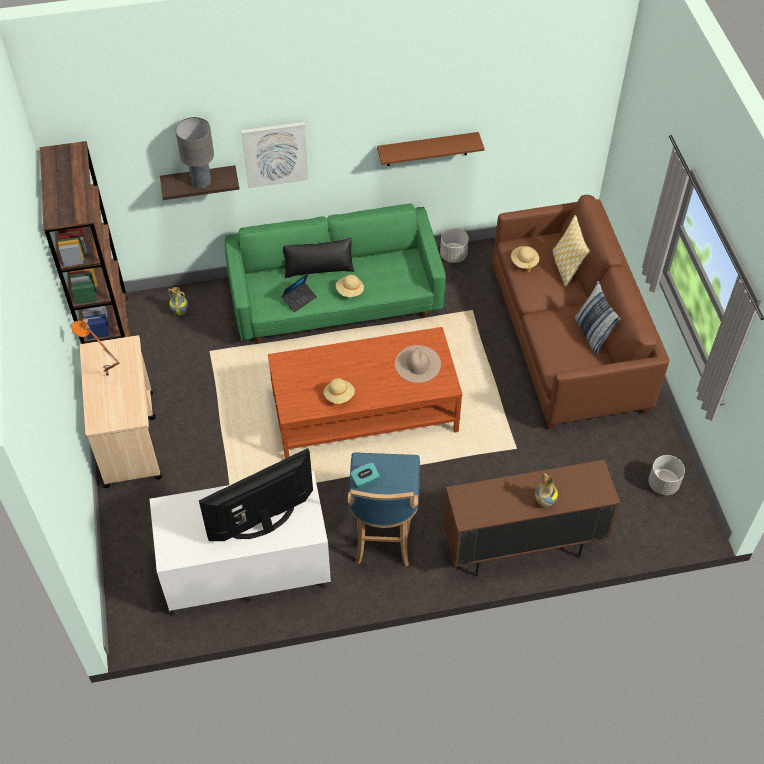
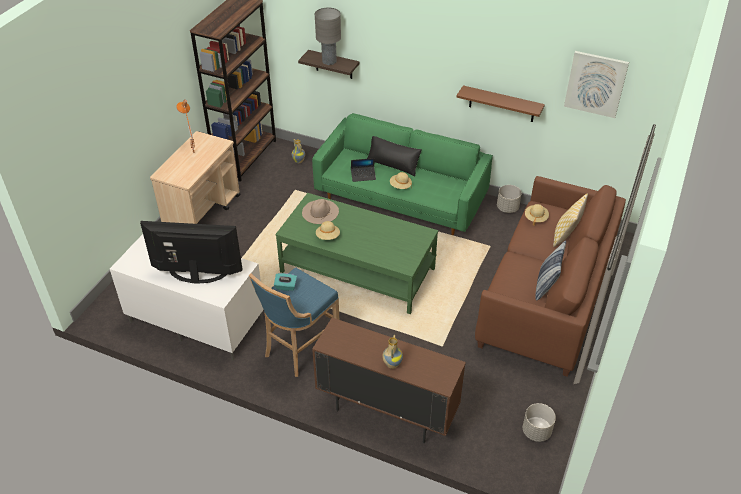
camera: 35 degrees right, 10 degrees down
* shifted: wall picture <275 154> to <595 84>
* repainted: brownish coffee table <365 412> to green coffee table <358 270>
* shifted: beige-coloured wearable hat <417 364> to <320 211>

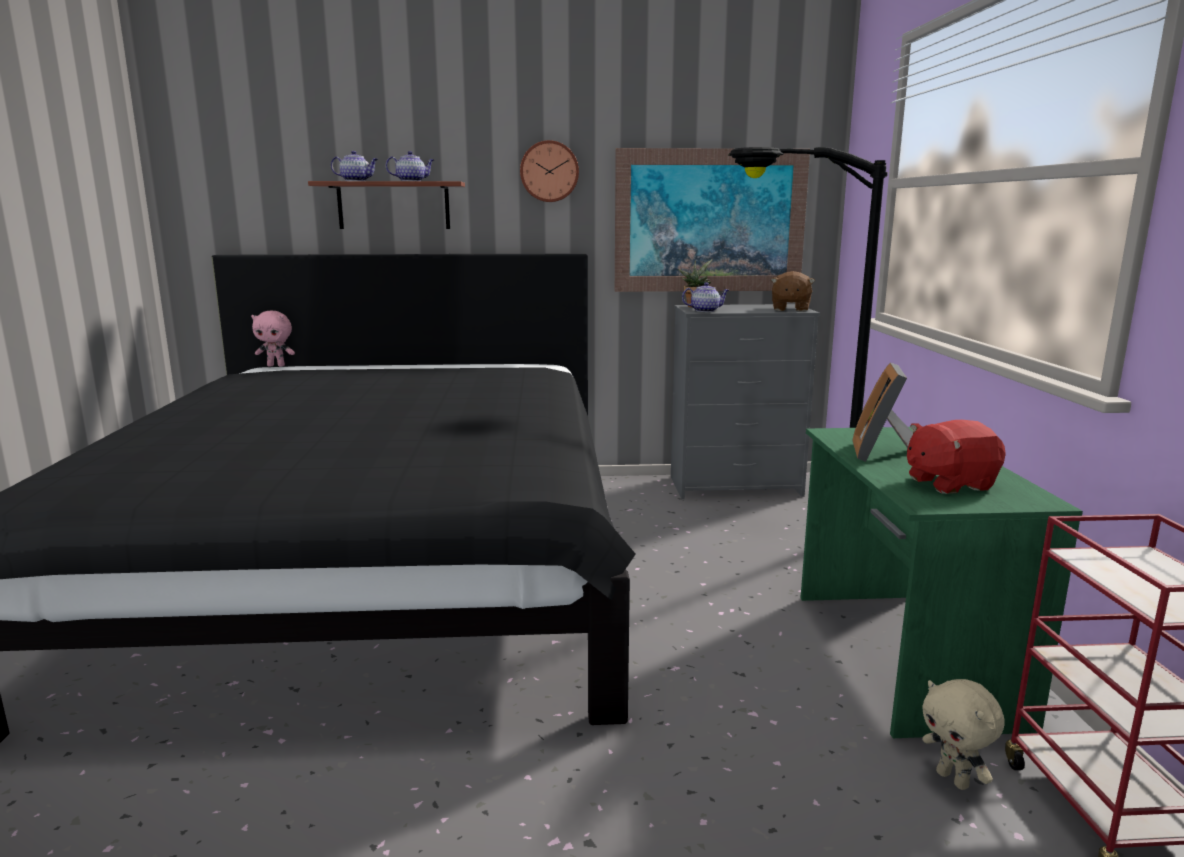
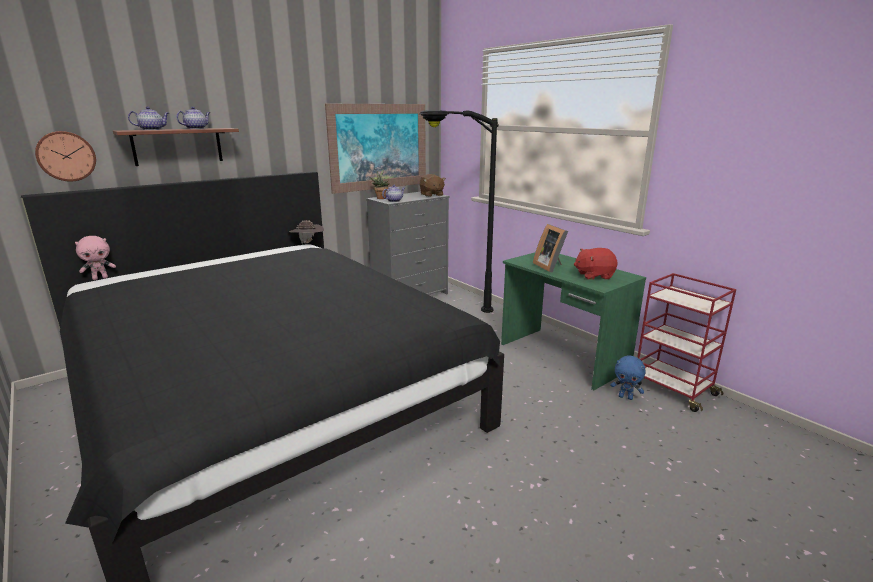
camera: 35 degrees left, 5 degrees up
* shifted: clock on the wall <549 171> to <66 156>
* rotated: red-coloured soft toy <948 483> = <594 275> 45 degrees clockwise
* repainted: beige-coloured soft toy <954 779> to blue-coloured soft toy <625 397>
* new: brownish wearable hat <308 243>

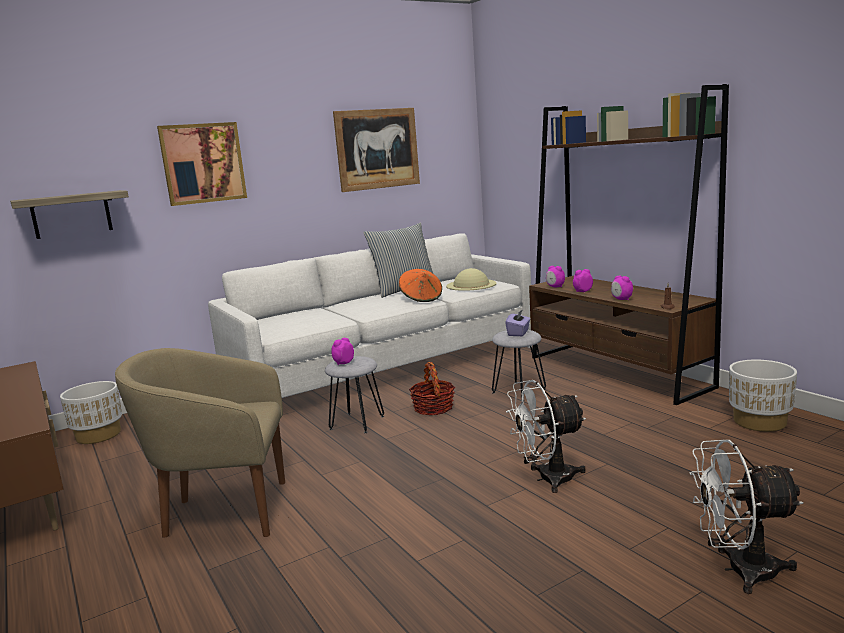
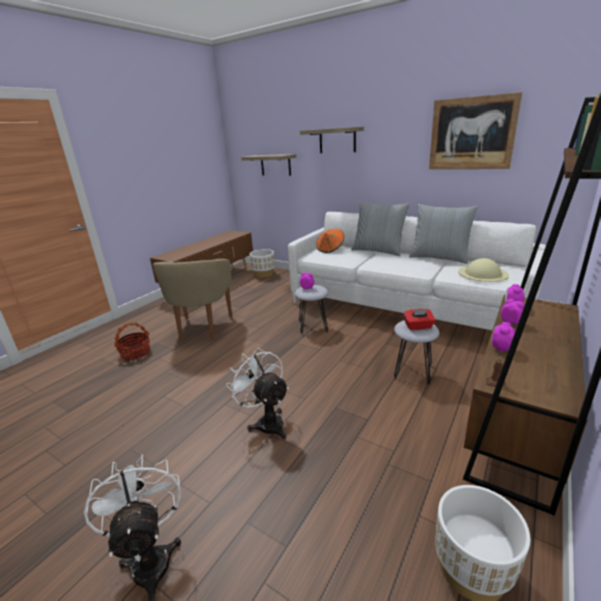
camera: 65 degrees right, 10 degrees up
* rotated: beige-coloured armchair <223 512> = <202 328> 150 degrees counterclockwise
* swapped: wall picture <203 163> to shelf <337 140>
* shifted: orange wearable hat <421 299> to <330 249>
* shifted: storage basket <433 408> to <135 353>
* repainted: purplish tissue box <518 333> to red-coloured tissue box <418 327>
* new: throw pillow <378 251>

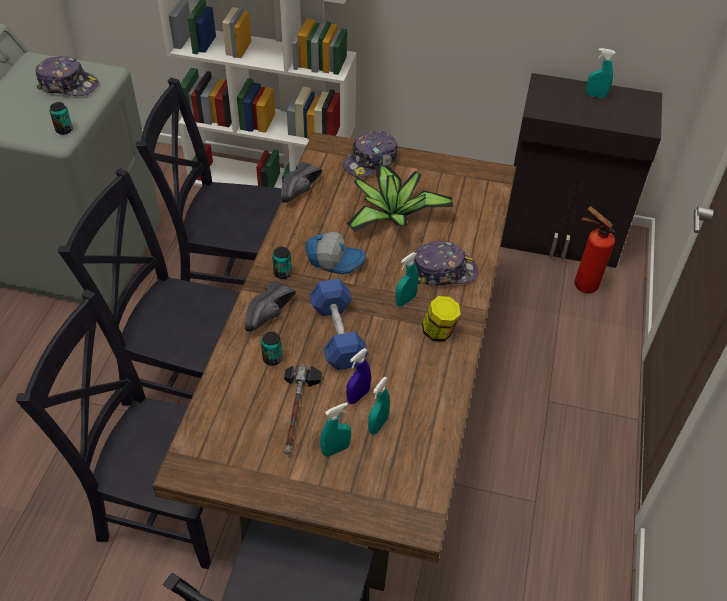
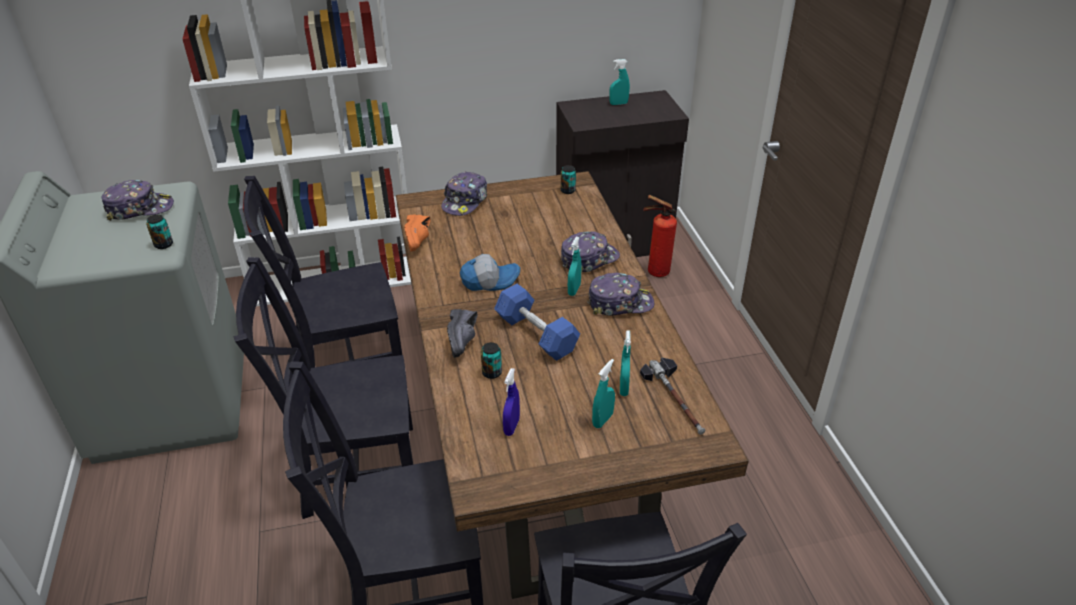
camera: 25 degrees left, 10 degrees down
* shifted: metal can <282 273> to <568 190>
* repainted: blackish shoe <302 191> to orange shoe <420 240>
* shifted: tool hammer <297 411> to <676 399>
* gone: potted plant <393 215>
* shifted: blue-coloured spray bottle <358 396> to <511 427>
* swapped: preserve jar <439 332> to peaked cap <620 303>

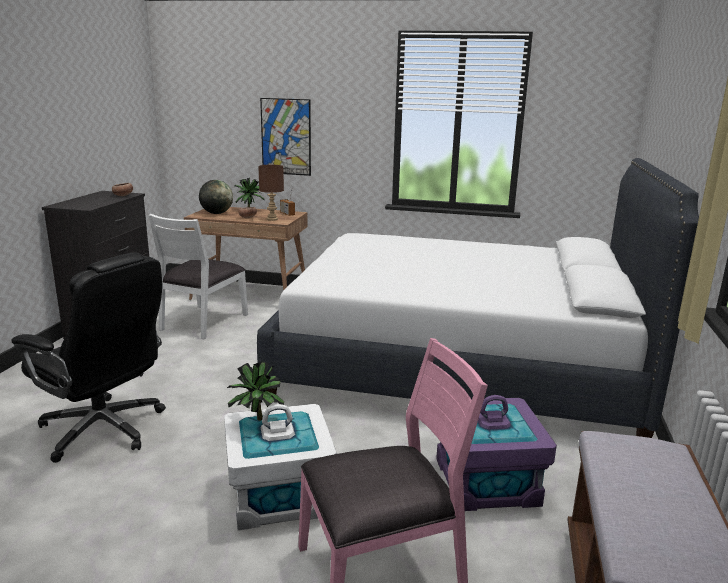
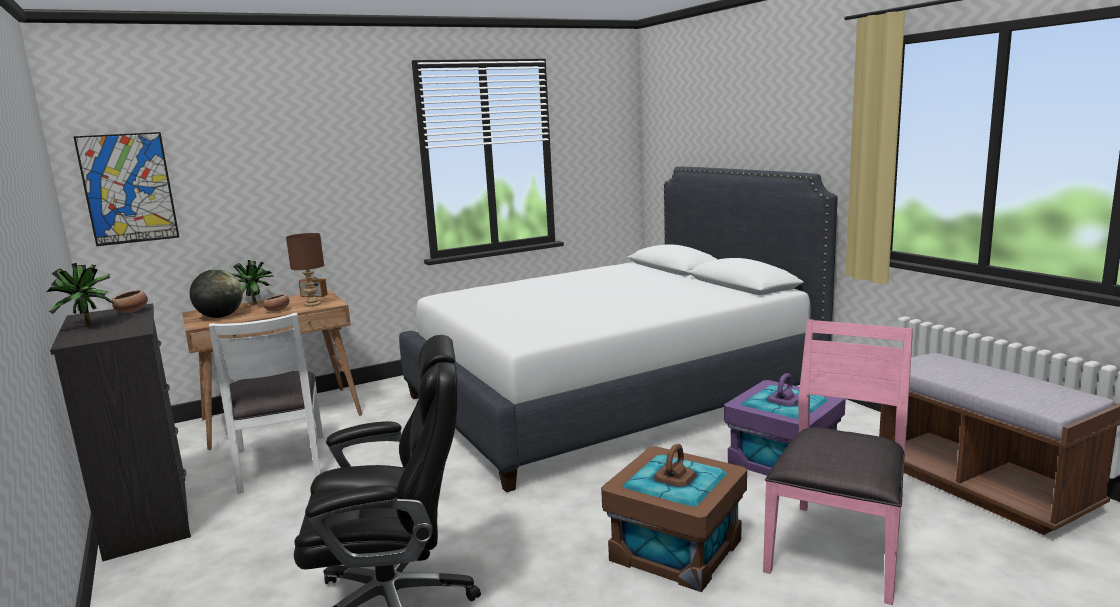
camera: 40 degrees left, 5 degrees down
* repainted: white-coloured storage bin <279 494> to brownish storage bin <676 550>
* shifted: potted plant <257 421> to <88 326>
* shifted: wall picture <286 137> to <128 188>

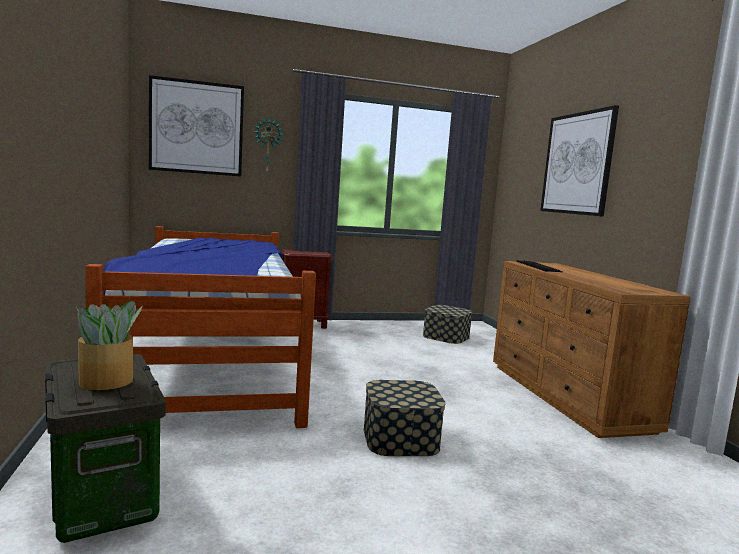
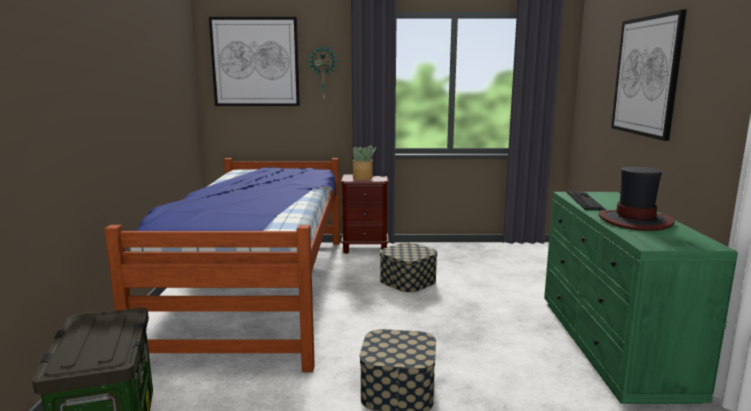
camera: 15 degrees right, 5 degrees up
* shifted: potted plant <107 381> to <363 178>
* shifted: storage bin <446 336> to <408 281>
* repainted: brownish chest of drawers <567 396> to green chest of drawers <612 346>
* new: wearable hat <635 221>

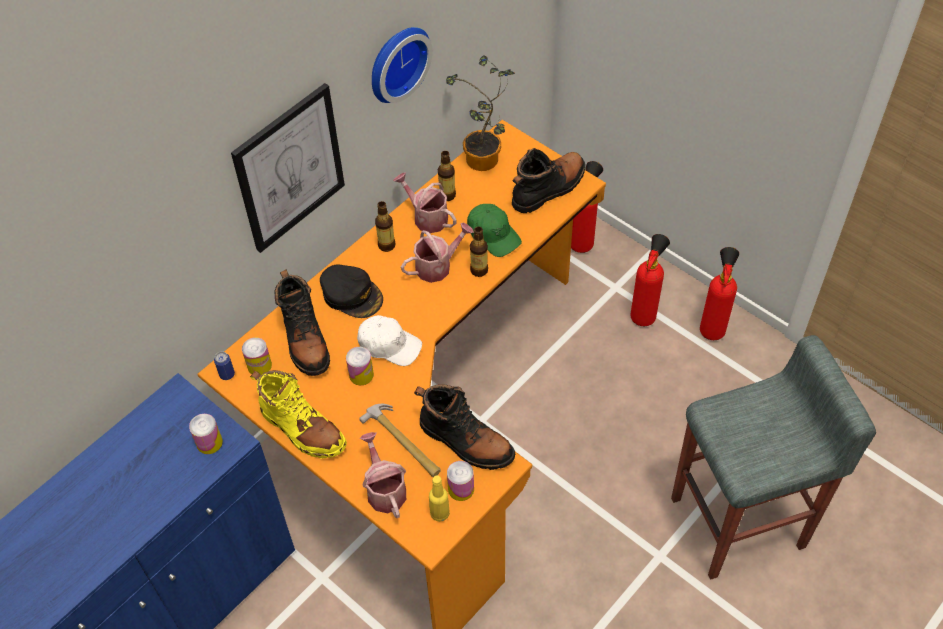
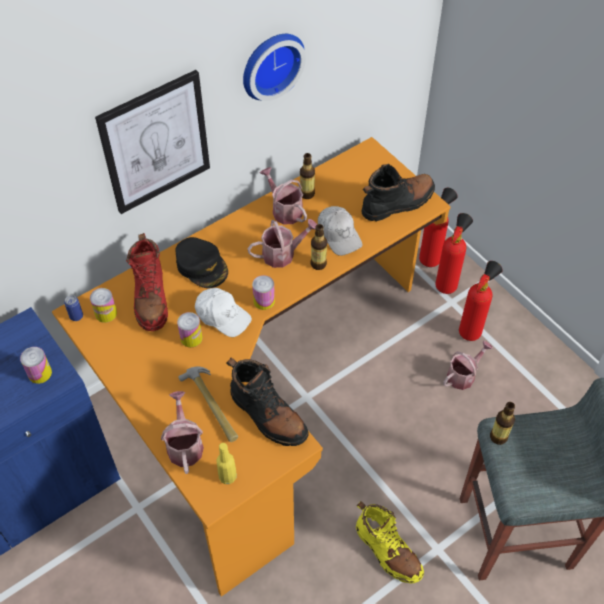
camera: 10 degrees right, 0 degrees up
* shifted: yellow tall boot <302 429> to <387 551>
* repainted: blackish tall boot <305 340> to red-coloured tall boot <151 298>
* shifted: beverage bottle <386 245> to <498 437>
* gone: potted plant <483 163>
* shifted: metal can <461 489> to <264 301>
* repainted: green peaked cap <493 234> to white-coloured peaked cap <339 235>
* shifted: extinguisher <712 327> to <447 283>
* new: watering pot <463 375>

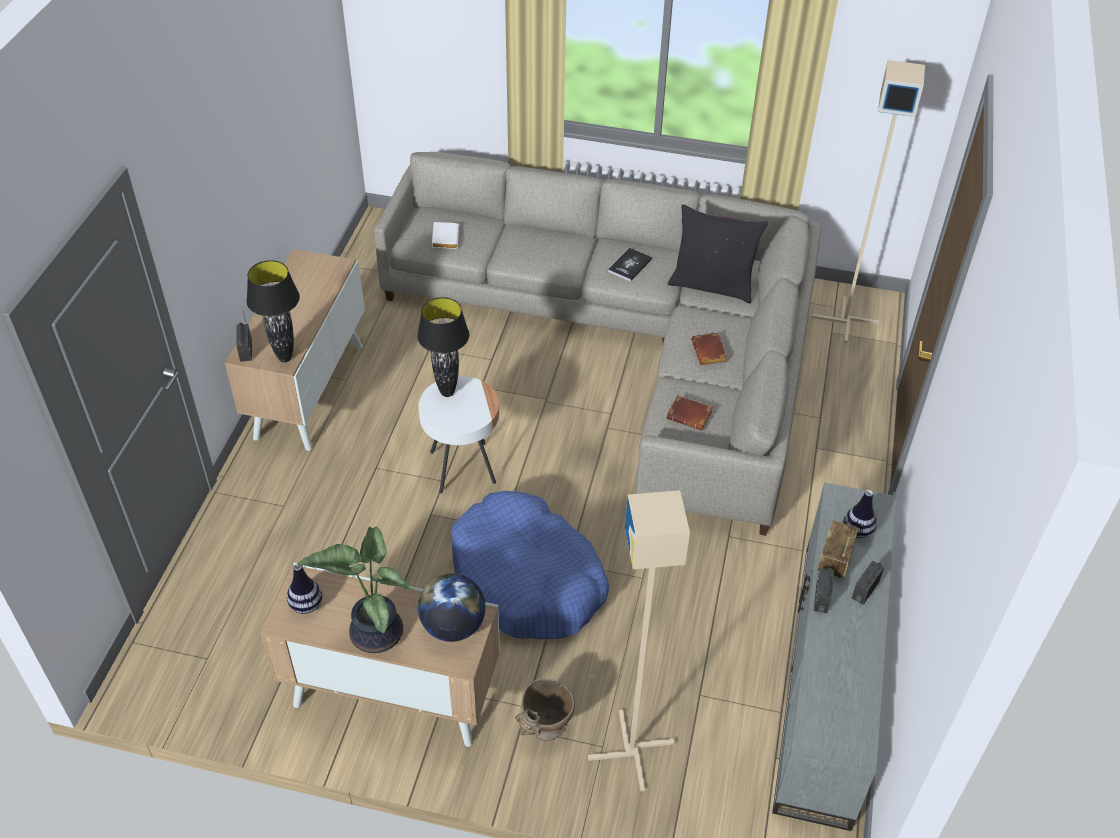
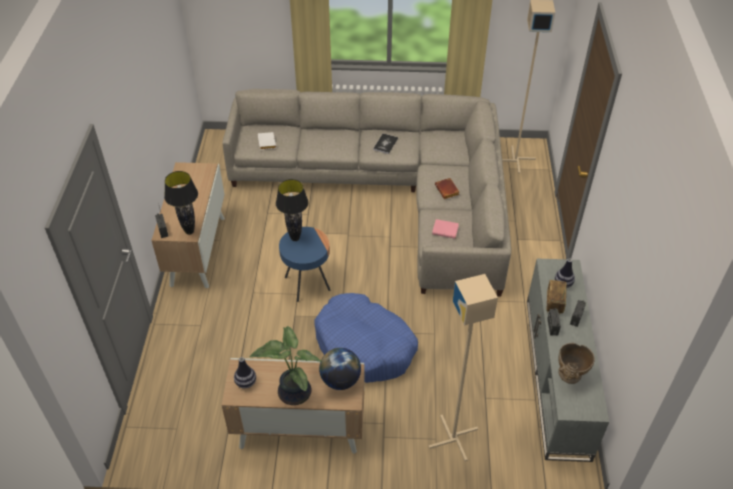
camera: 10 degrees left, 0 degrees up
* repainted: white-coloured accent table <463 467> to blue-coloured accent table <307 284>
* shifted: beige-coloured decorative vase <545 730> to <569 377>
* repainted: brownish book <690 415> to pinkish book <446 230>
* gone: blackish throw pillow <712 285>

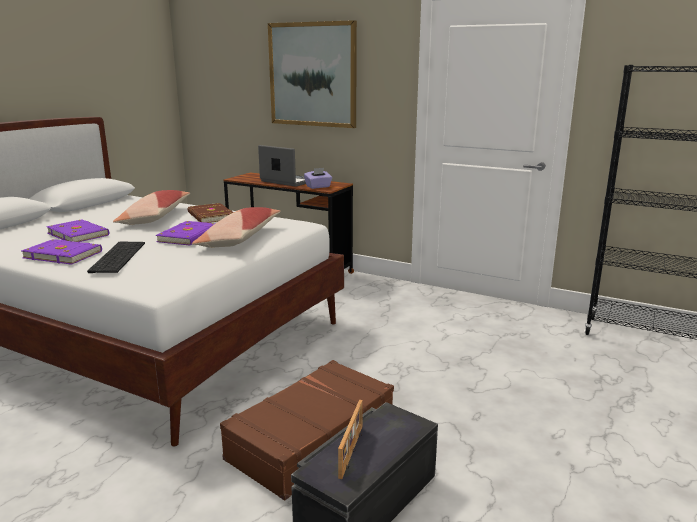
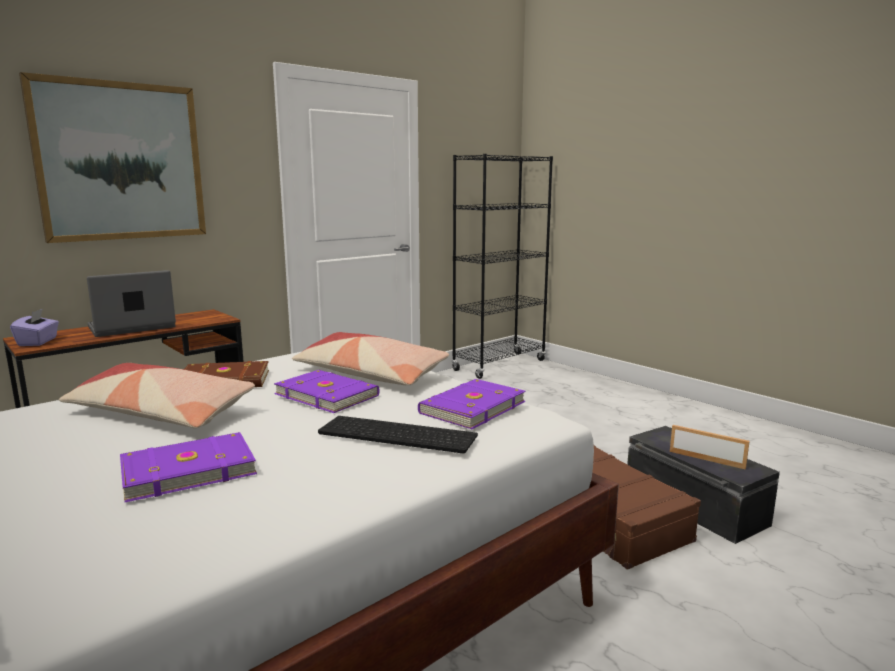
camera: 70 degrees left, 5 degrees down
* shifted: purplish book <63 254> to <471 407>
* shifted: purplish tissue box <318 187> to <38 342>

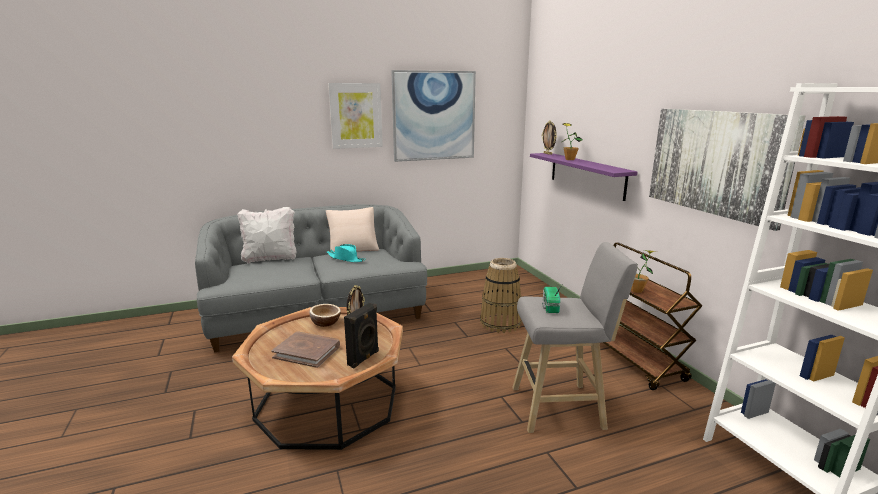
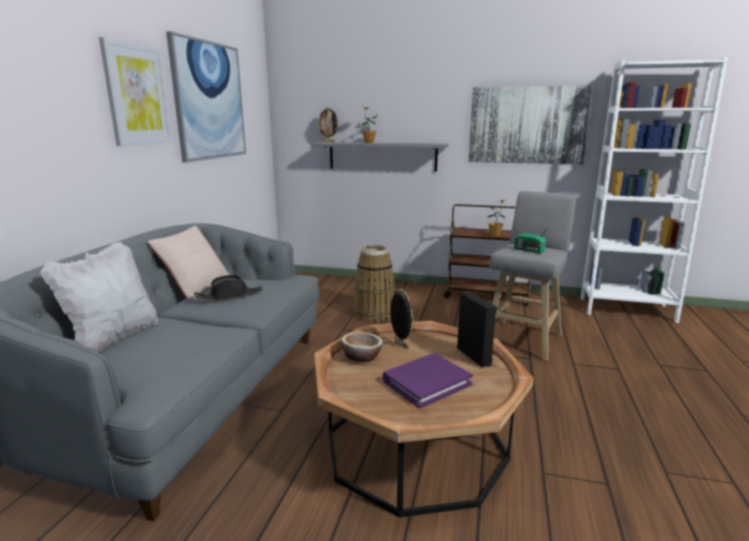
camera: 55 degrees left, 0 degrees up
* repainted: brownish book <307 351> to purplish book <426 382>
* repainted: blue-green wearable hat <346 258> to blackish wearable hat <230 296>
* repainted: purplish shelf <586 175> to grey shelf <382 156>

